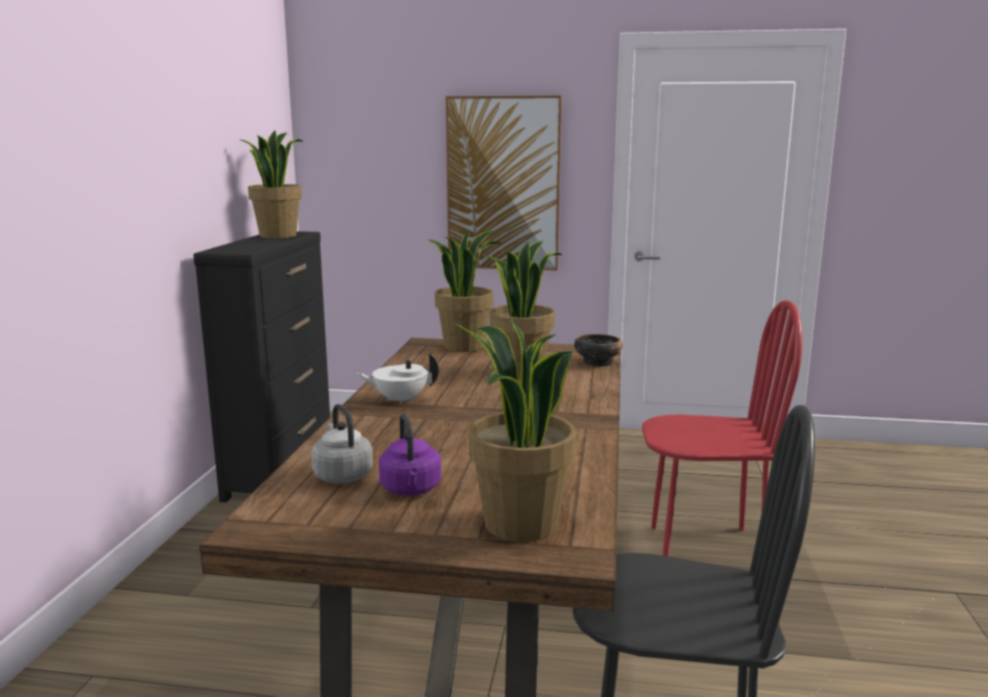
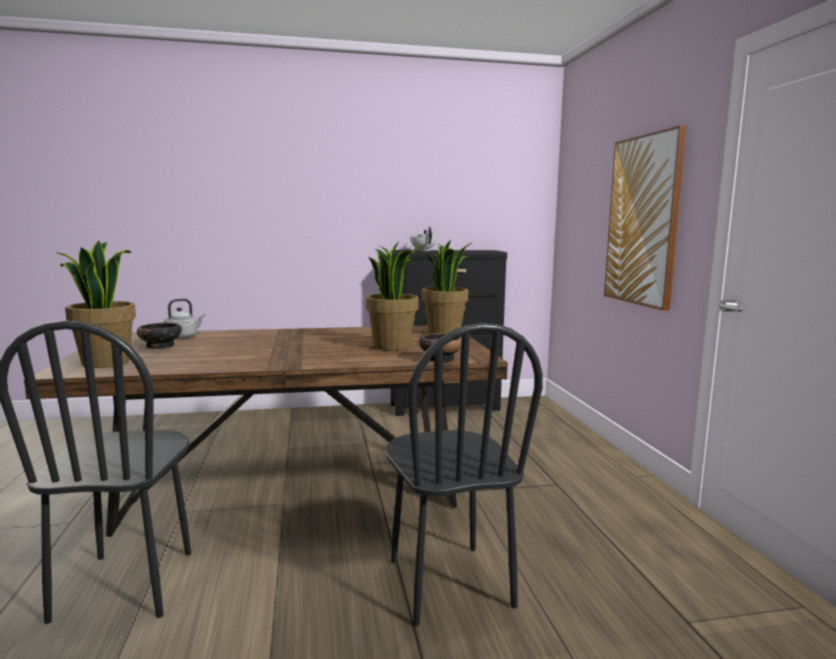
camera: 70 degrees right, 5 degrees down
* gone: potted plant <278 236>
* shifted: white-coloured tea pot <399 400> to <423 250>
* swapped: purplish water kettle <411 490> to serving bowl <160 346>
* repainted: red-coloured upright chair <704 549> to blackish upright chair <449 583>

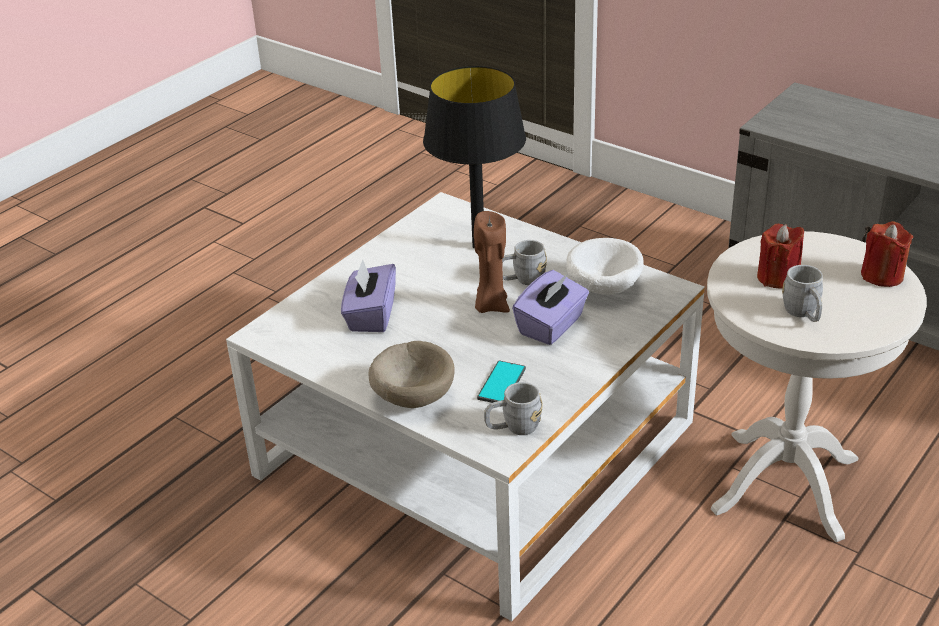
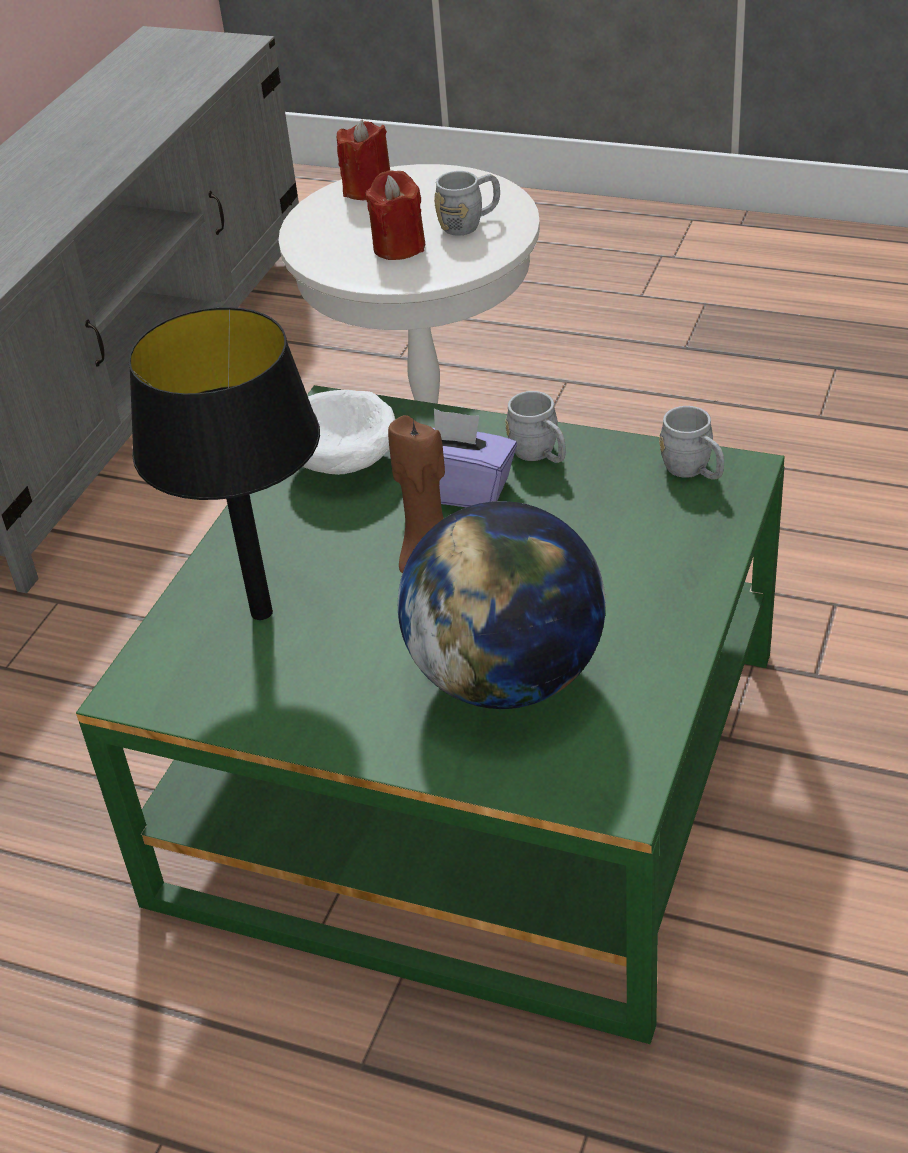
camera: 105 degrees left, 5 degrees up
* repainted: white-coloured coffee table <475 448> to green coffee table <473 774>
* swapped: purplish tissue box <371 315> to globe <507 678>
* gone: beige-coloured serving bowl <413 395>
* gone: phone <502 384>
* shifted: grey mug <522 279> to <540 455>

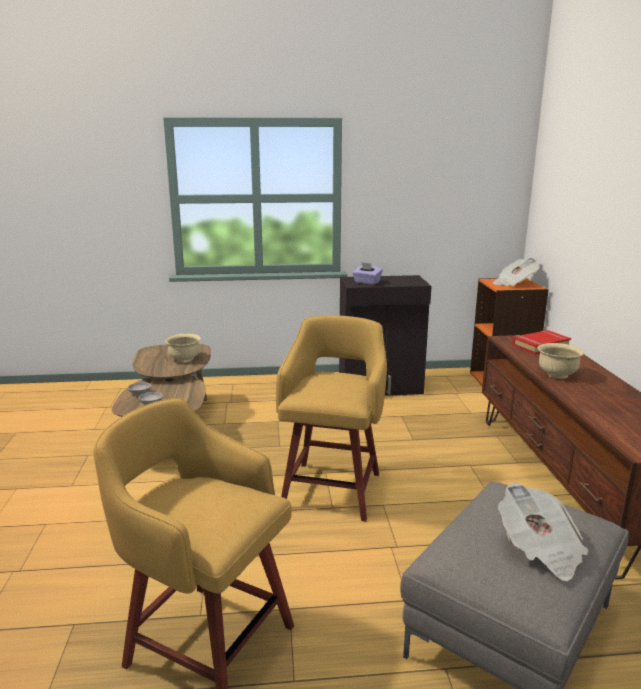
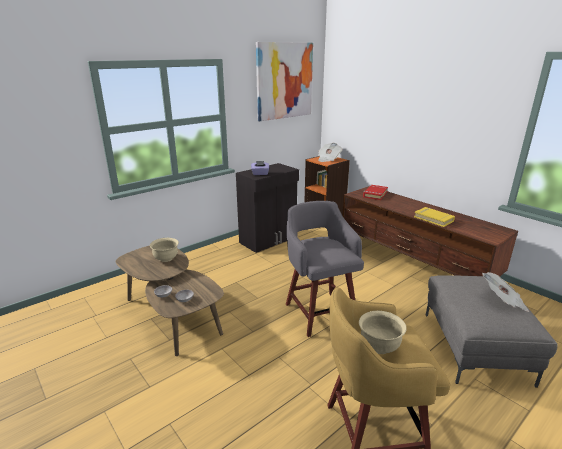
camera: 35 degrees left, 5 degrees up
* repainted: yellow stool <333 488> to grey stool <320 311>
* shifted: beige-coloured serving bowl <557 374> to <379 346>
* new: wall picture <284 81>
* new: yellow book <433 219>

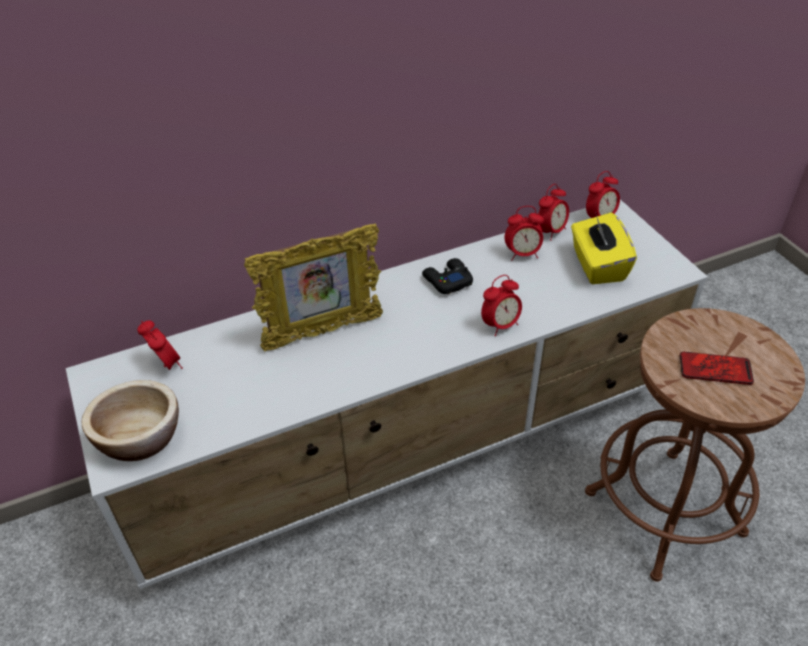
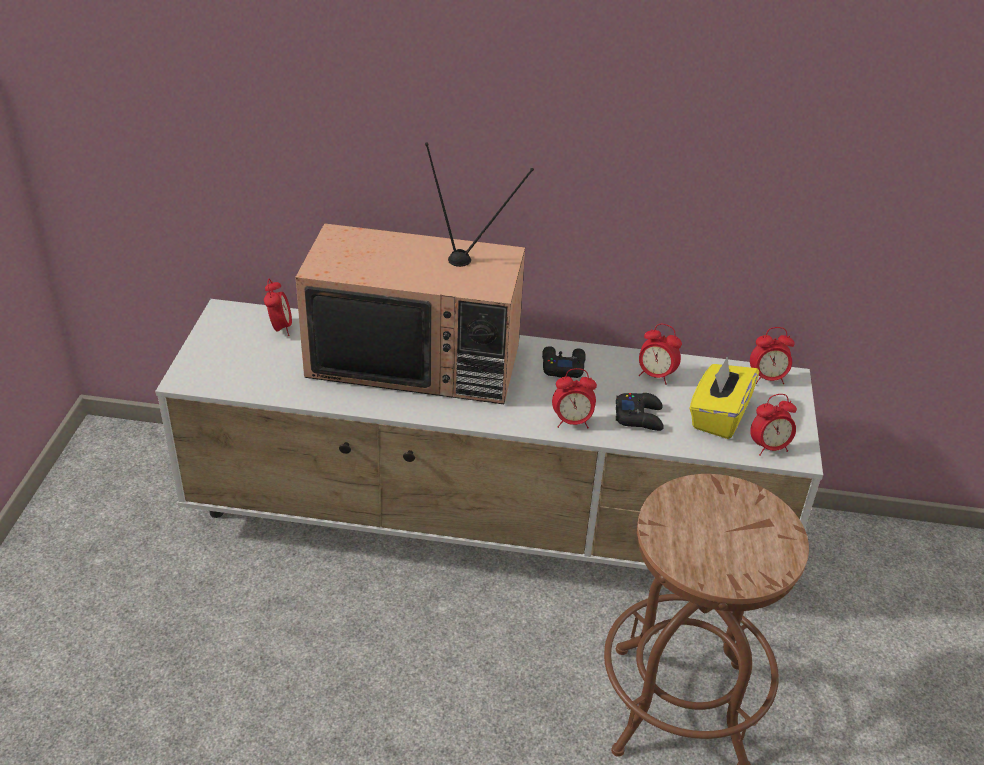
camera: 30 degrees right, 5 degrees down
* gone: serving bowl <140 437>
* swapped: standing frame <322 332> to TV set <418 359>
* shifted: table clock <551 232> to <769 447>
* gone: phone <715 369>
* new: blackish game controller <639 416>

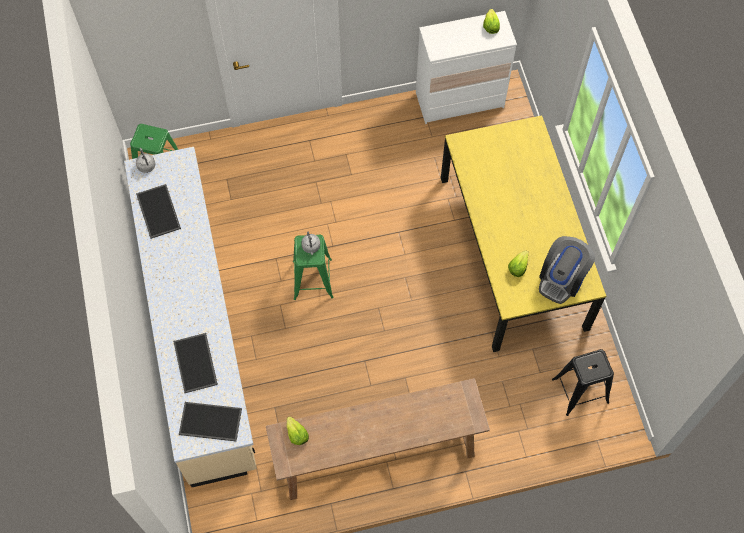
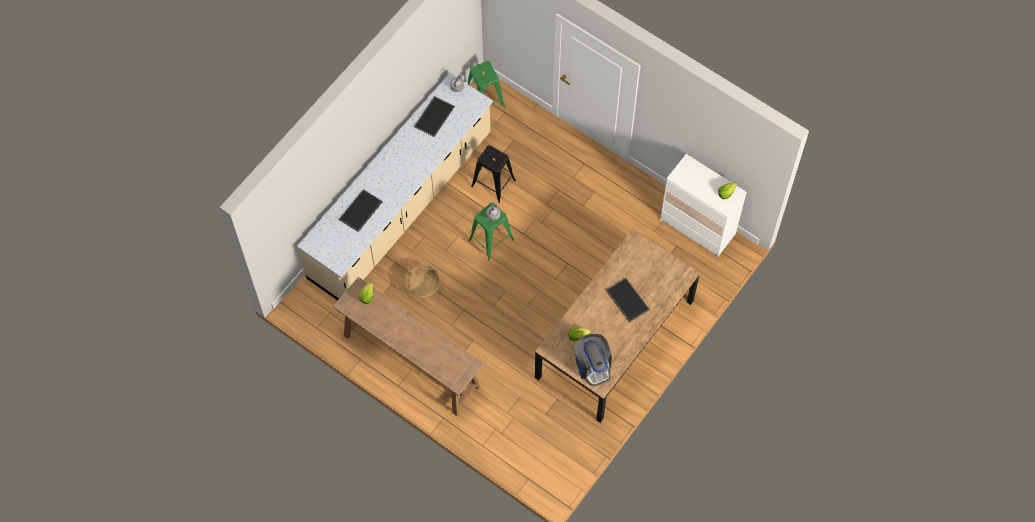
camera: 50 degrees right, 0 degrees up
* shifted: tray <209 422> to <626 300>
* repainted: yellow dinner table <513 252> to brownish dinner table <614 339>
* rotated: coffee brewer <562 278> = <592 365> 105 degrees counterclockwise
* shifted: blackish stool <580 390> to <493 183>
* new: storage basket <422 286>

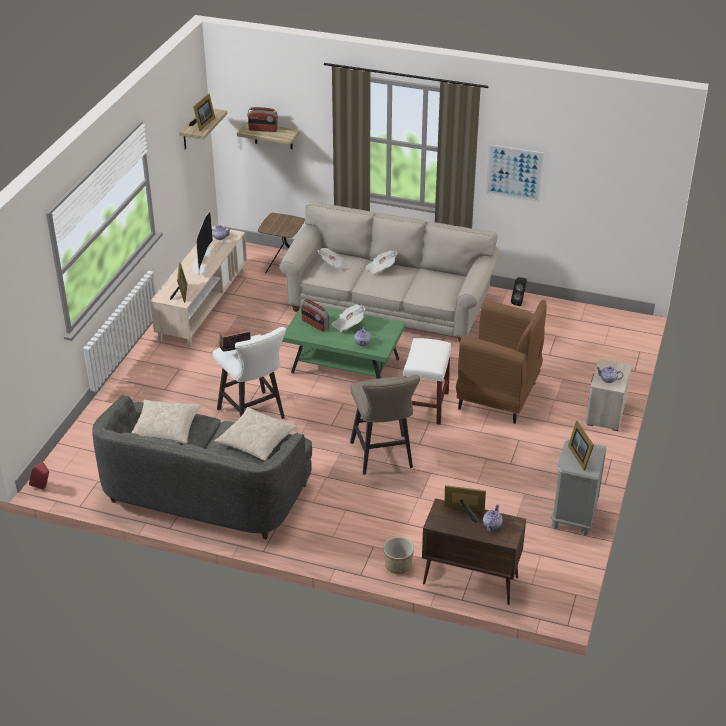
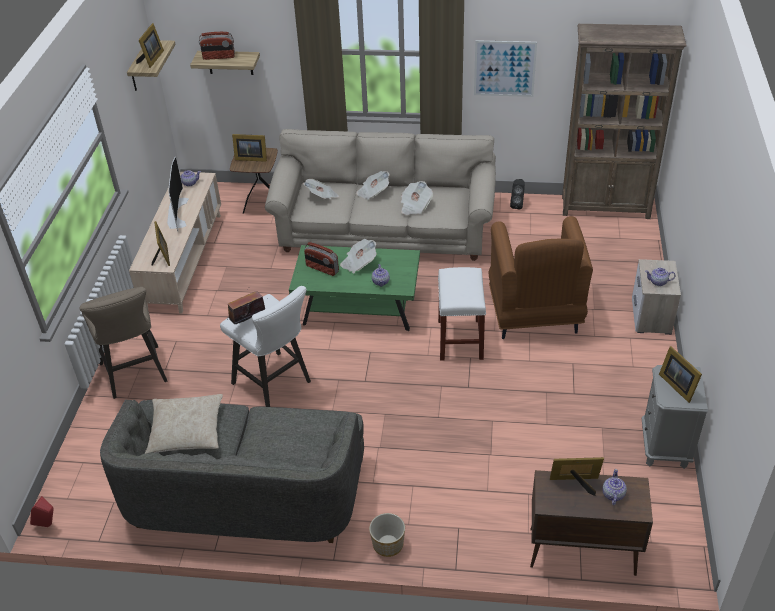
camera: 10 degrees left, 5 degrees up
* gone: beige-coloured throw pillow <256 440>
* shifted: beige-coloured stool <383 458> to <135 375>
* shifted: planter <397 565> to <387 545>
* rotated: brownish armchair <499 396> = <534 315> 75 degrees clockwise
* new: standing frame <250 158>
* new: newspaper <415 206>
* new: brownish shelving unit <606 207>

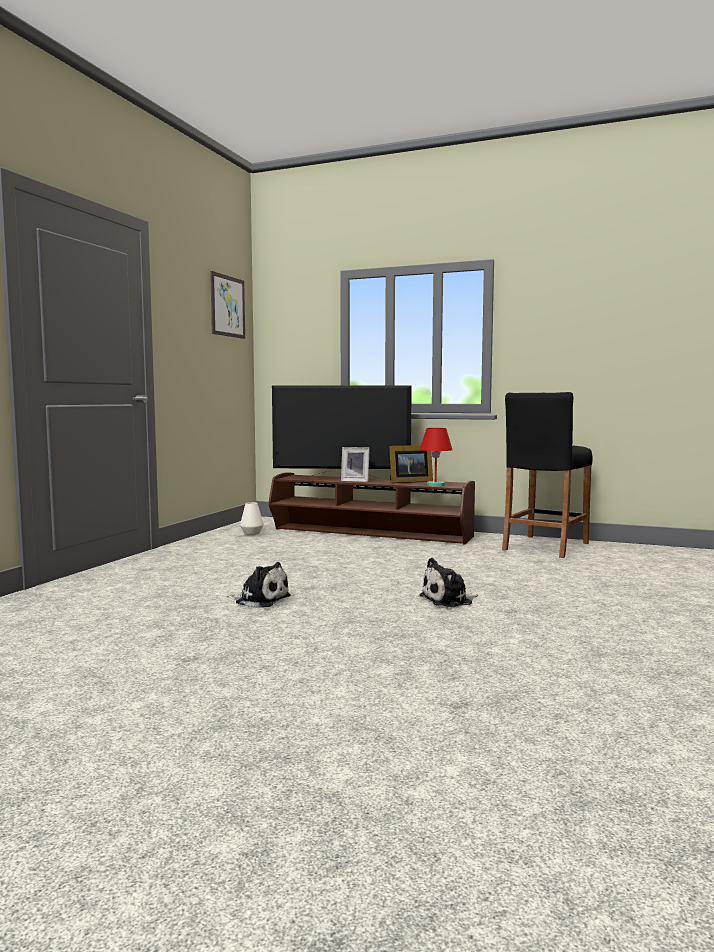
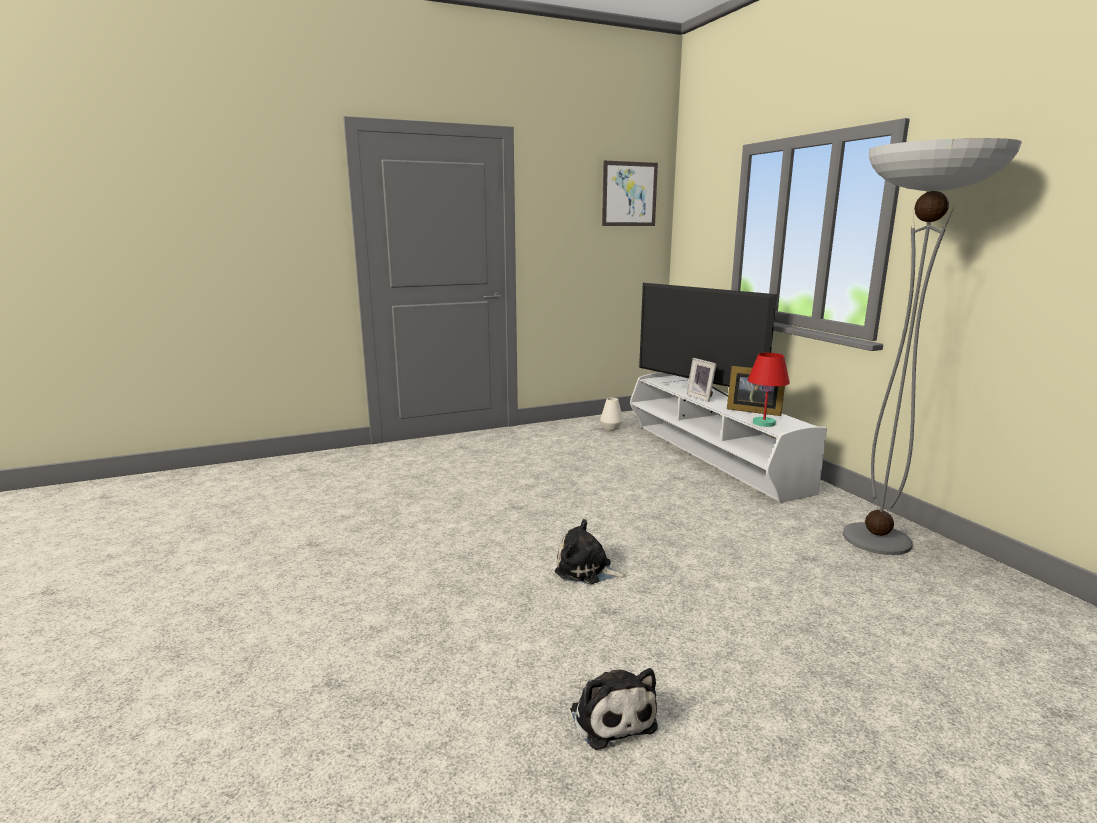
camera: 45 degrees right, 10 degrees up
* shifted: soft toy <260 600> to <611 716>
* repainted: brownish tv stand <370 534> to white-coloured tv stand <711 458>
* swapped: blackish stool <545 546> to standard lamp <876 539>

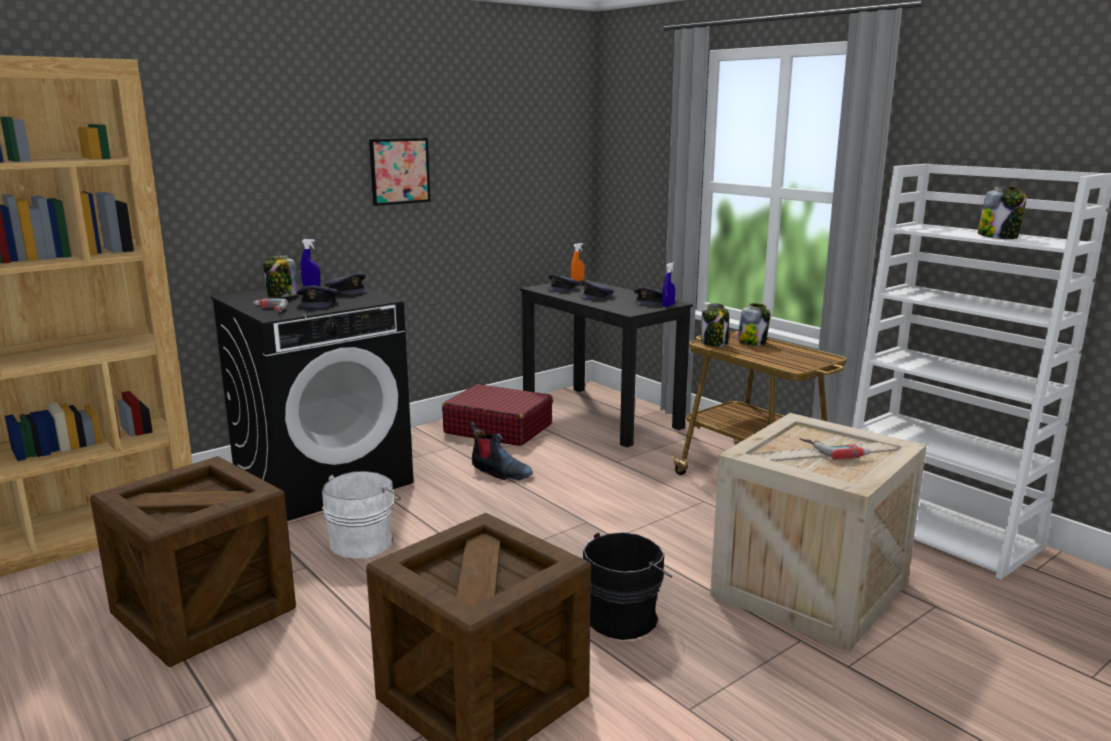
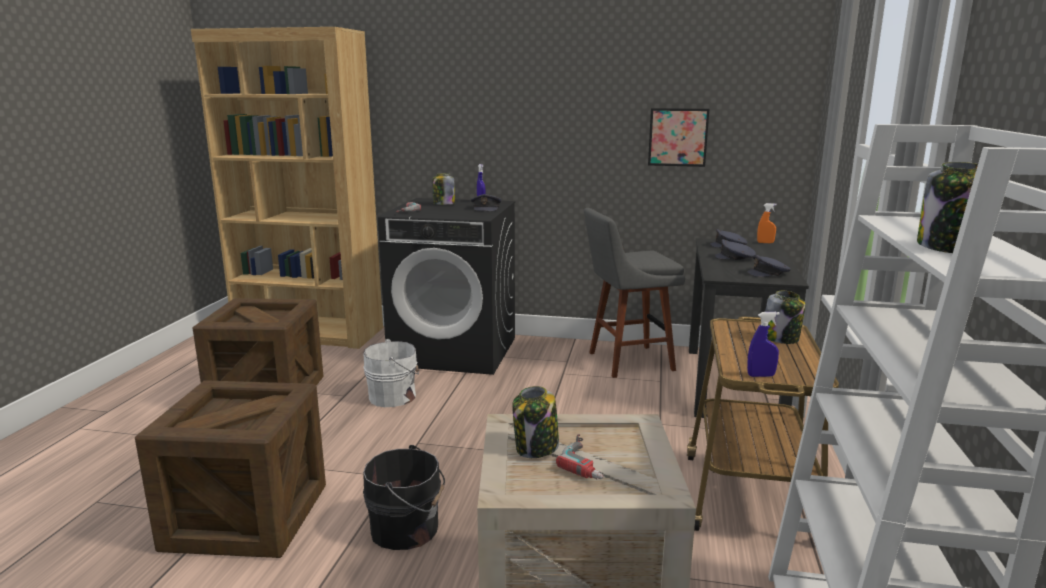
camera: 50 degrees right, 0 degrees up
* gone: grey peaked cap <318 303>
* shifted: wall picture <400 171> to <678 137>
* swapped: red-coloured travel case <498 429> to grey stool <626 362>
* gone: tall boot <499 472>
* shifted: blue-coloured spray bottle <668 306> to <761 375>
* shifted: preserve jar <714 343> to <536 448>

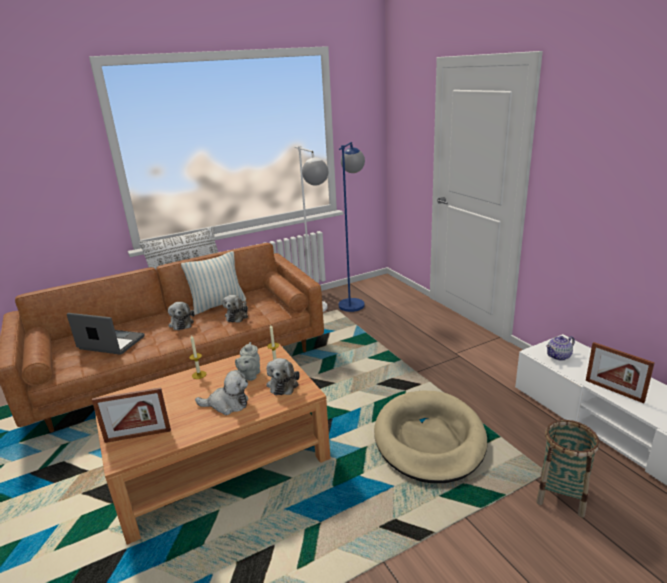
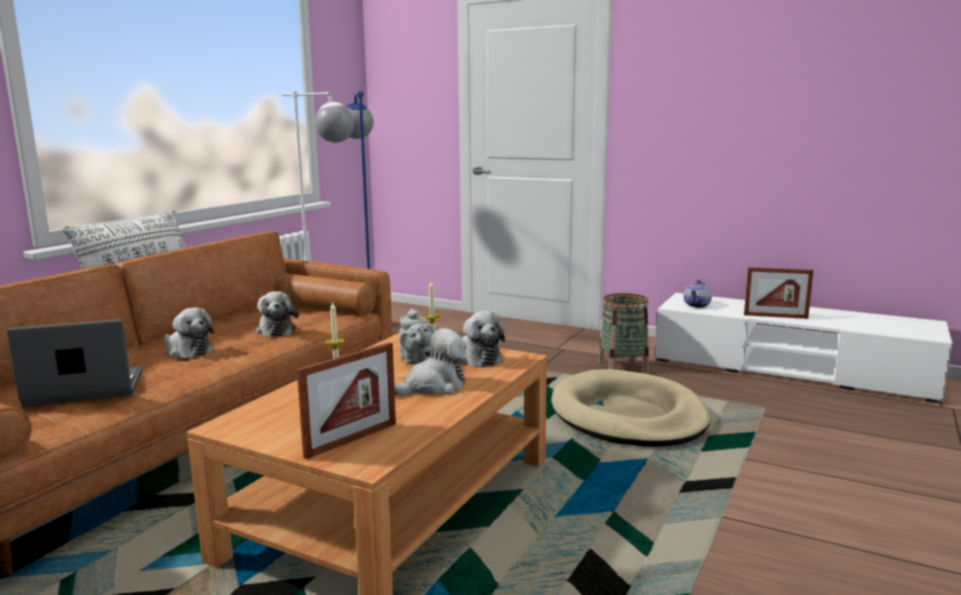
camera: 35 degrees left, 10 degrees down
* gone: throw pillow <218 305>
* shifted: storage basket <561 495> to <622 367>

